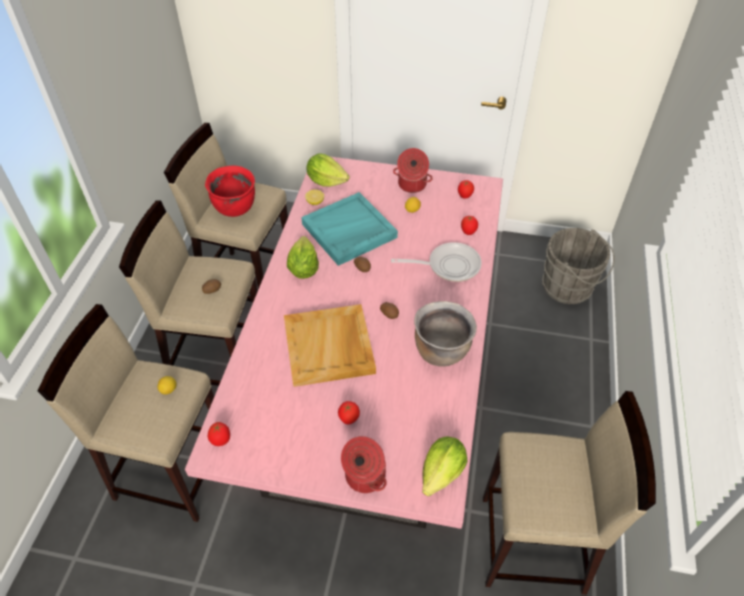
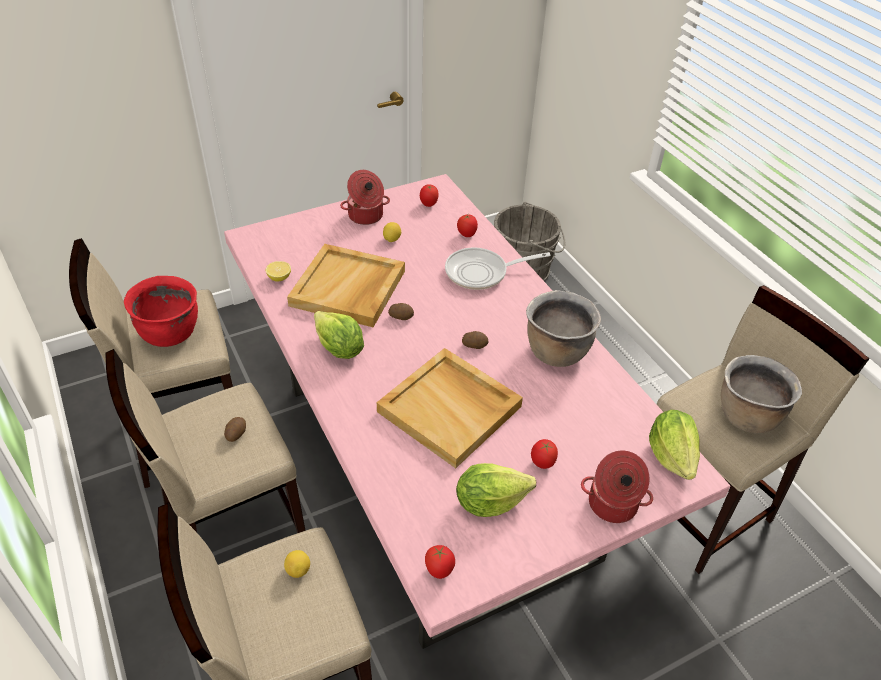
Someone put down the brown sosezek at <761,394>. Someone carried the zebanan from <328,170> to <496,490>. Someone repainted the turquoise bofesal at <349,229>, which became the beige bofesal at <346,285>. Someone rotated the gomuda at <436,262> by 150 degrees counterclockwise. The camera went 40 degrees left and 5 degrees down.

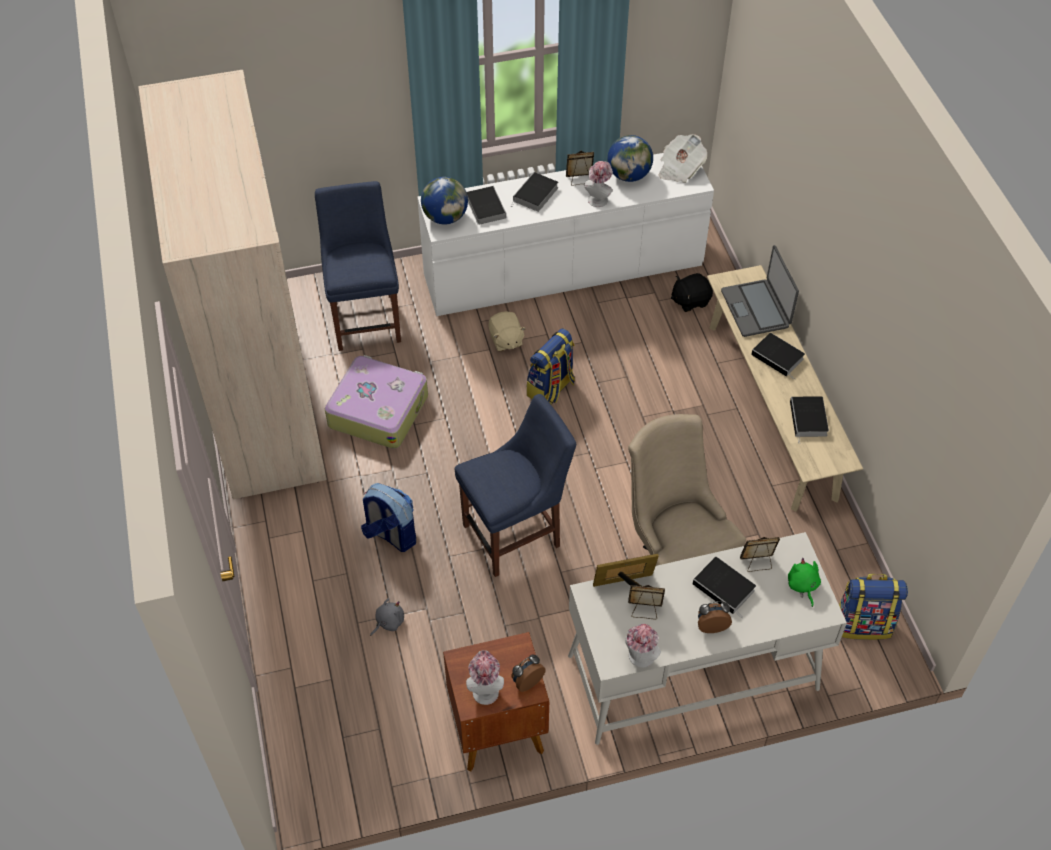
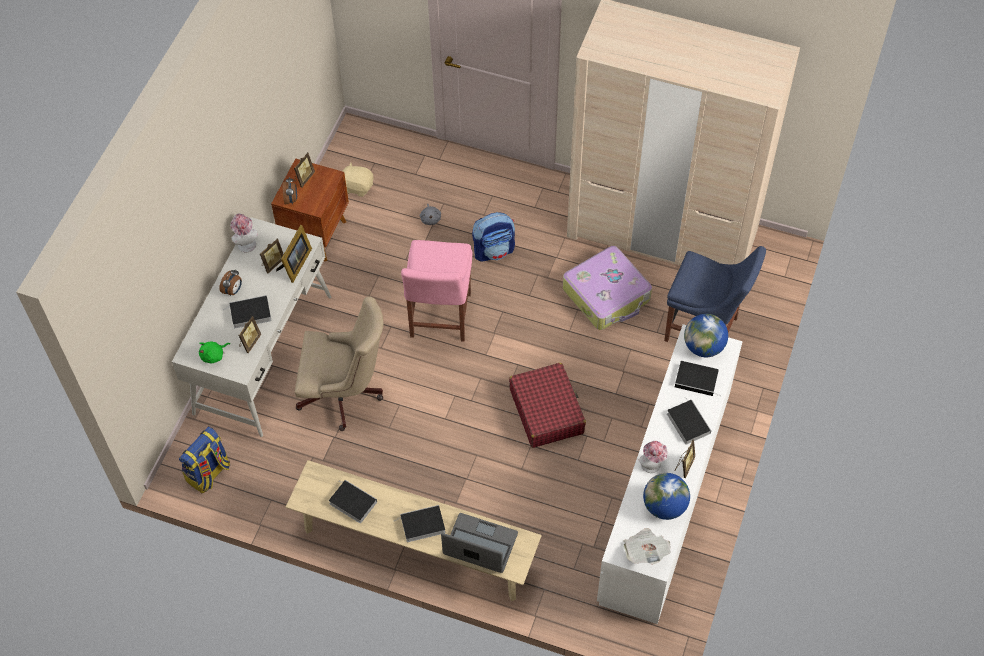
Someone took away the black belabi at <692,292>. Someone carried the beige belabi from <507,331> to <358,179>. Someone swapped the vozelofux at <485,677> for the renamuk at <304,169>. Someone swapped the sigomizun at <551,367> for the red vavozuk at <547,405>. Someone repainted the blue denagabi at <515,485>, which became the pink denagabi at <436,291>. Someone rotated the green belabi at <804,582> by 120 degrees clockwise. The camera went 125 degrees right and 5 degrees up.

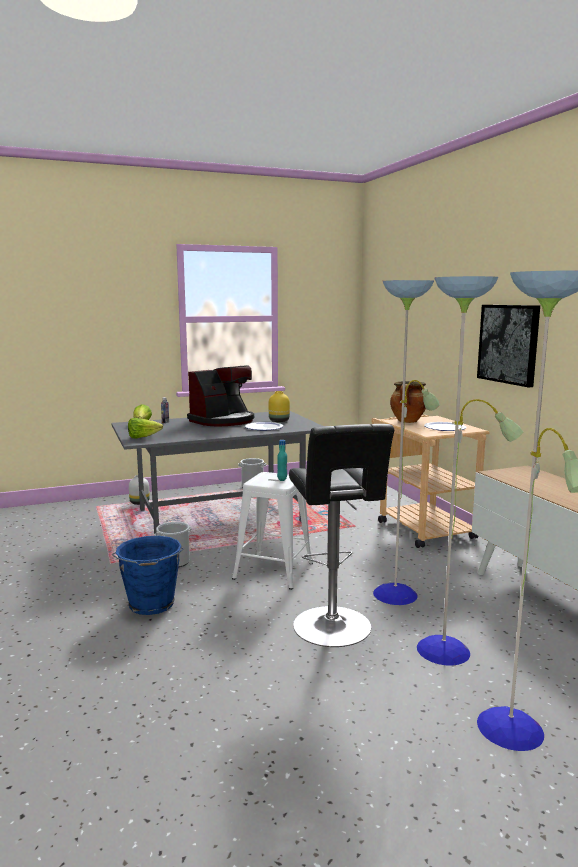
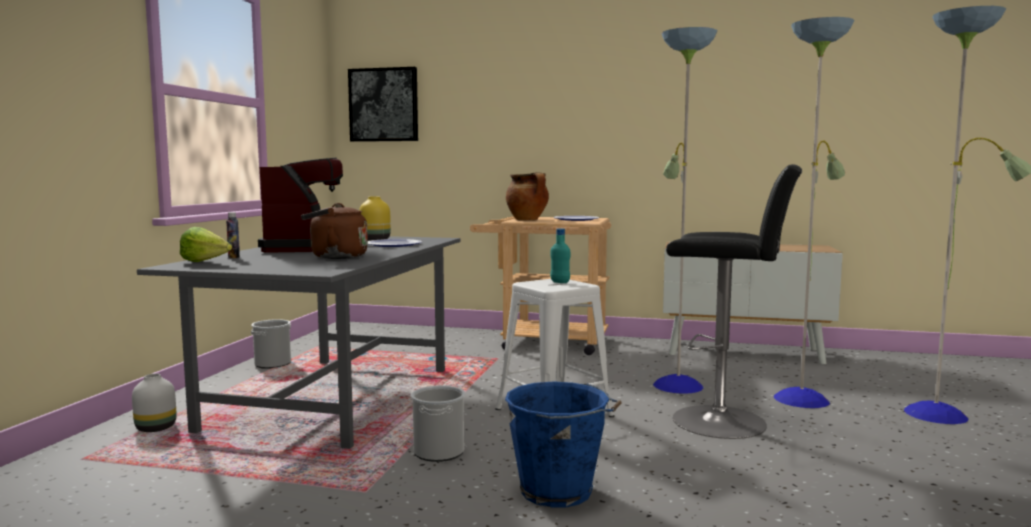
Someone took away the zebanan at <145,428>. Someone put down the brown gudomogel at <334,231>. Someone carried the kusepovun from <508,346> to <383,104>. The camera went 55 degrees left and 5 degrees down.

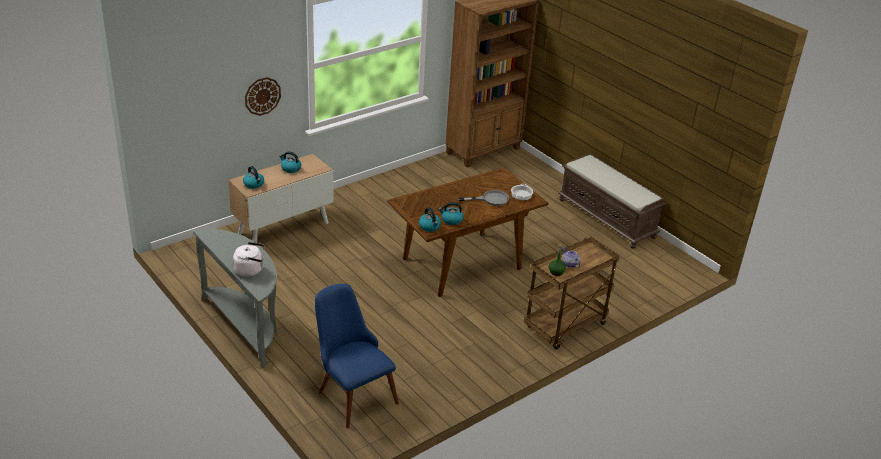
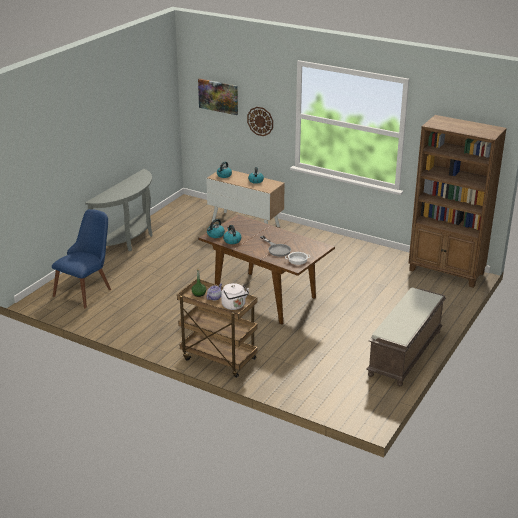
Someone put up the kusepovun at <218,96>. Someone carried the white gudomogel from <249,259> to <235,296>. The camera went 70 degrees right and 5 degrees down.

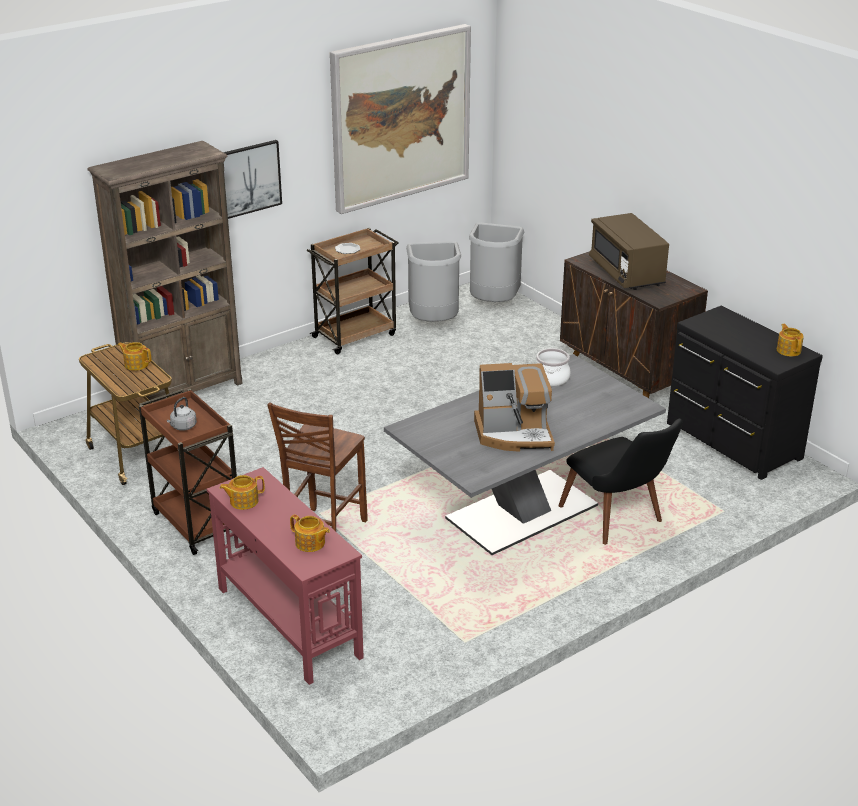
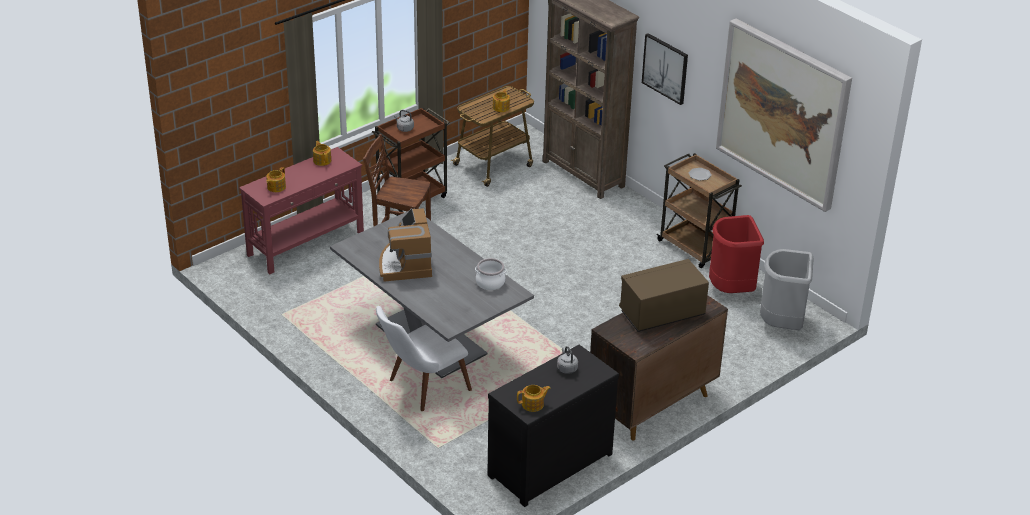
Someone put down the grey gudomogel at <567,360>. Someone repainted the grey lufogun at <433,281>, which became the red lufogun at <736,254>. Someone repainted the black denagabi at <620,482>, which became the white denagabi at <424,358>. The camera went 85 degrees right and 5 degrees up.

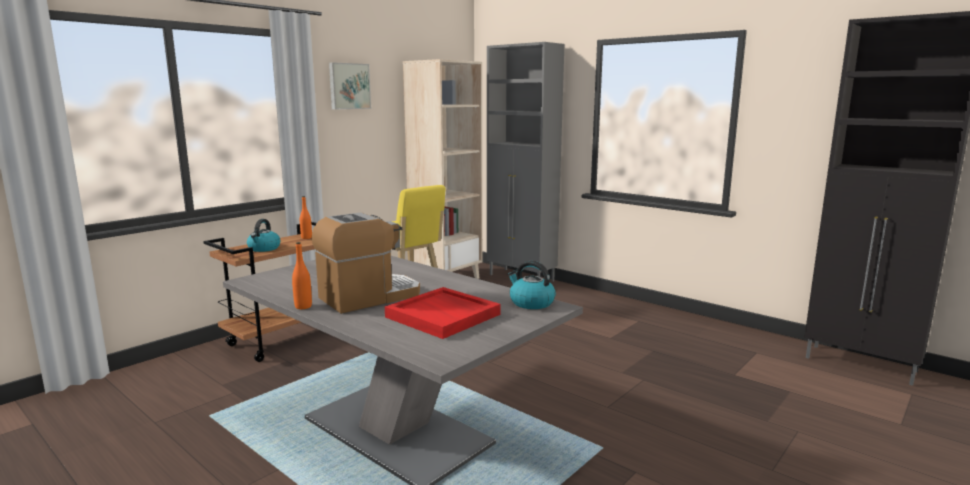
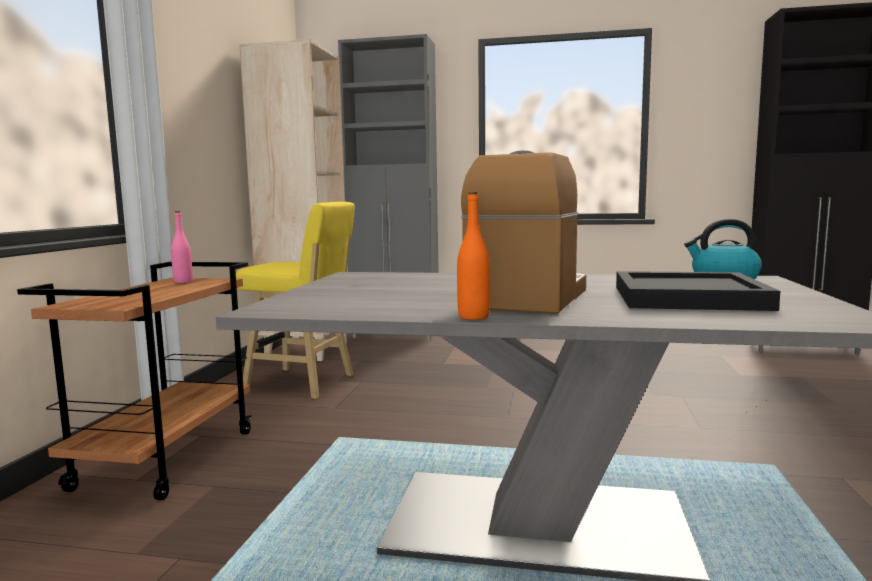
Someone took away the gudomogel at <264,235>. Someone took away the kusepovun at <350,85>. Someone repainted the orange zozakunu at <306,217>, which became the pink zozakunu at <182,247>. Someone repainted the red bofesal at <442,313>, which became the black bofesal at <698,291>. The camera went 30 degrees left and 5 degrees down.

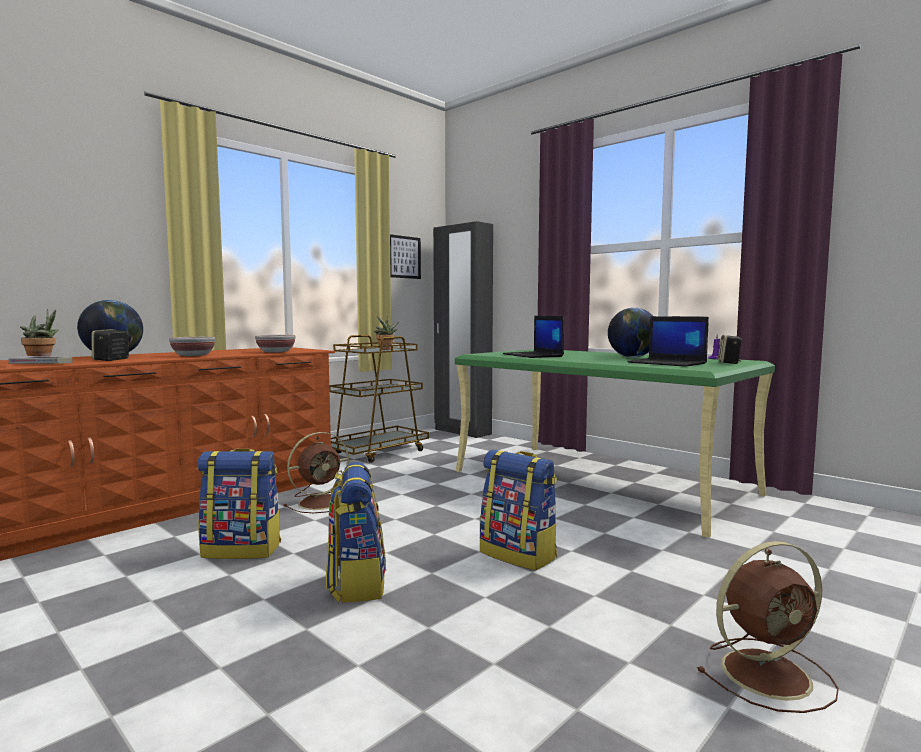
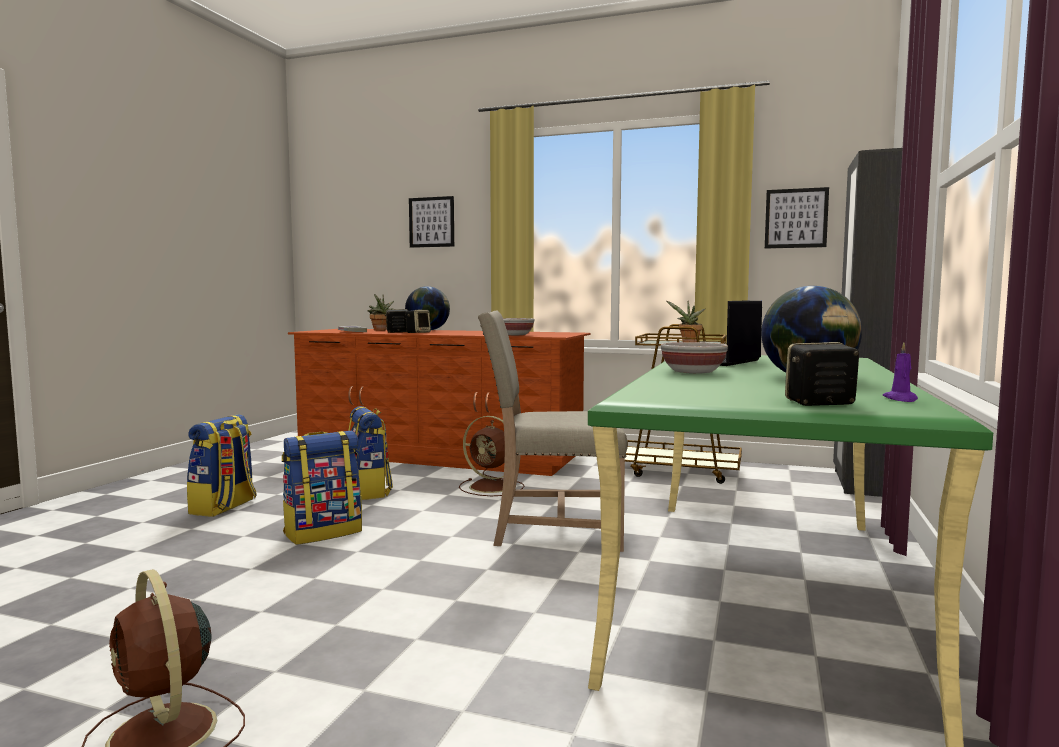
Someone took away the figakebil at <668,341>. Someone put down the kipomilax at <418,321>. Someone put up the kusepovun at <431,222>. Someone put down the beige denagabi at <553,431>. Someone carried the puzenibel from <192,346> to <694,358>. Someone carried the sigomizun from <518,510> to <222,465>. The camera went 65 degrees right and 0 degrees up.

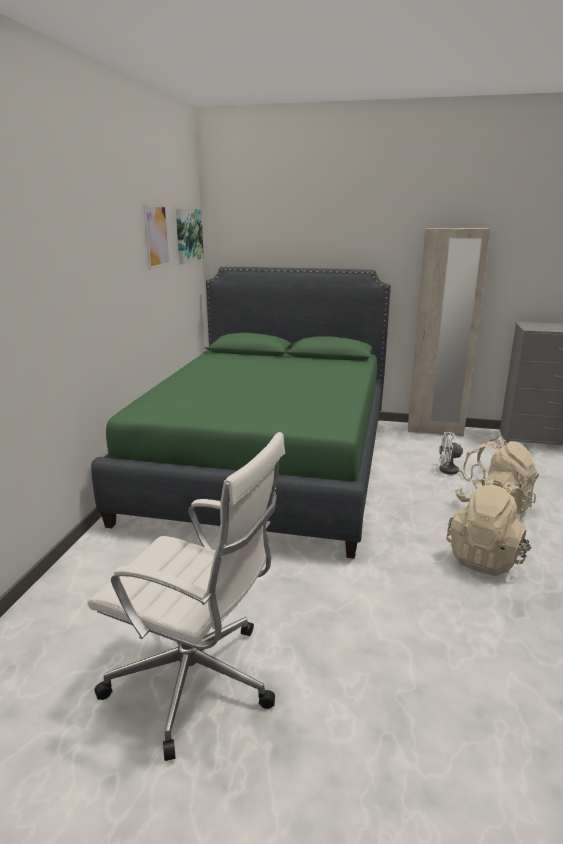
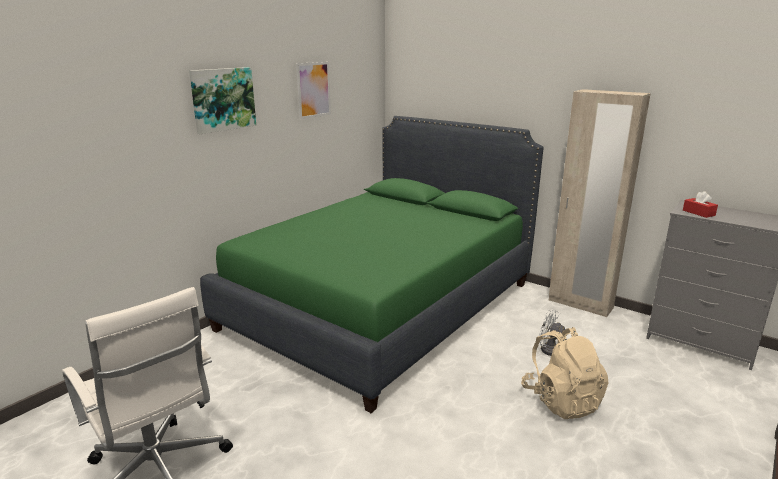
Someone took away the beige sigomizun at <489,526>. Someone put down the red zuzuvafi at <700,204>. Someone carried the kusepovun from <190,236> to <222,100>. The camera went 25 degrees right and 0 degrees up.

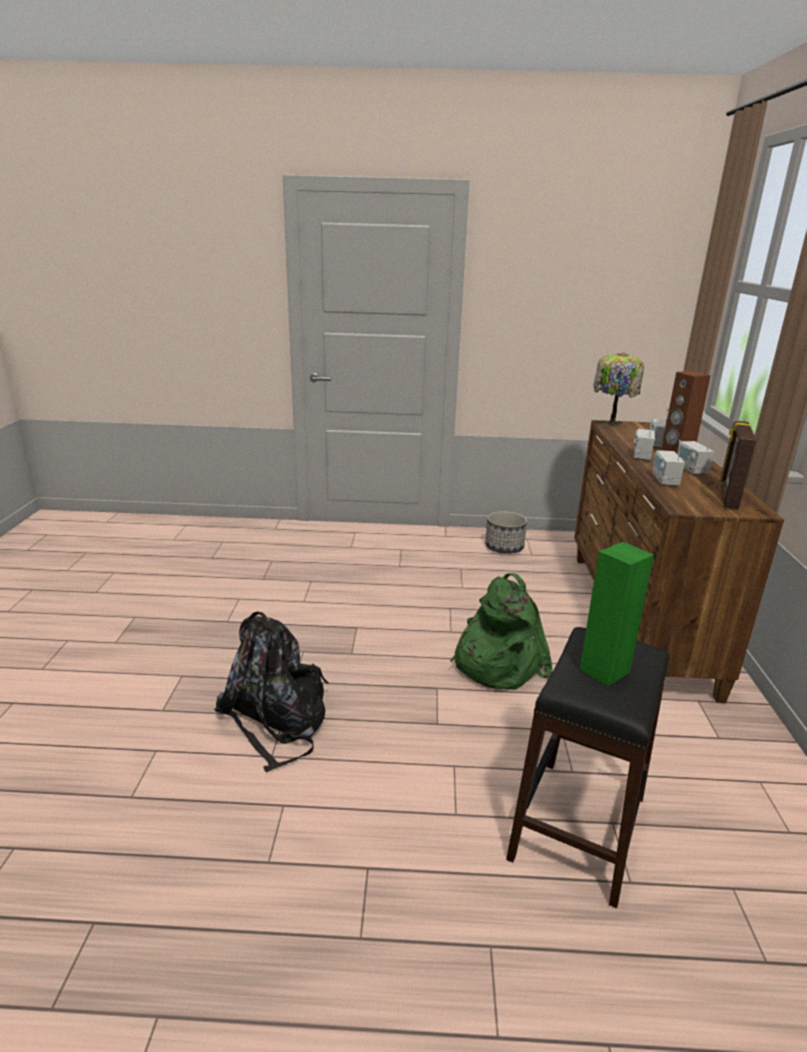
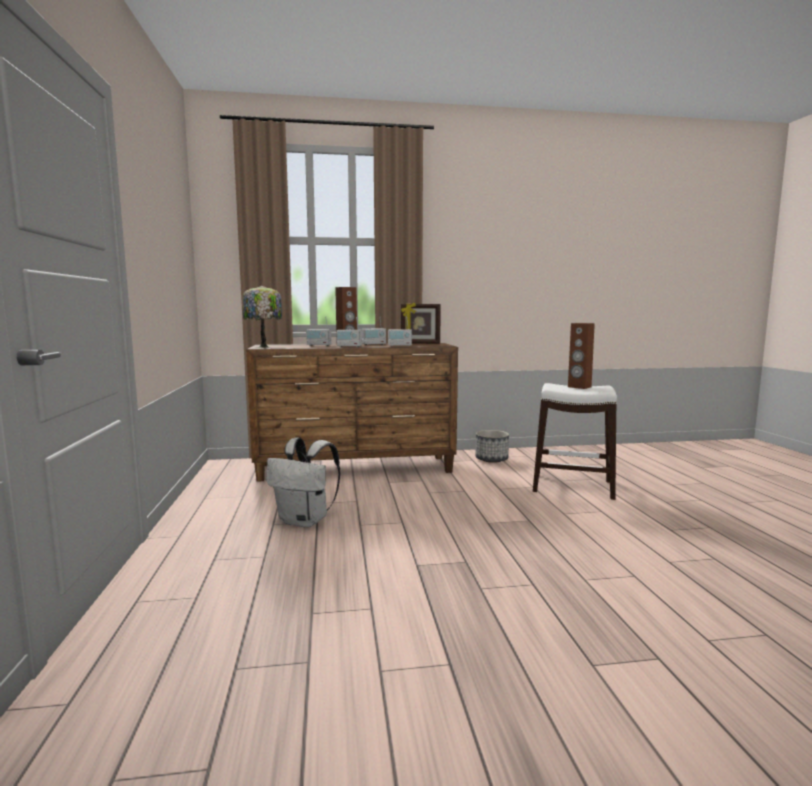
Someone took away the black sigomizun at <271,692>. Someone took away the green sigomizun at <501,631>. Someone put down the white sigomizun at <303,483>. Someone carried the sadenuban from <506,532> to <492,446>. Someone repainted the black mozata at <588,767>, which became the white mozata at <575,441>. Someone repainted the green kipomilax at <617,614>, which became the brown kipomilax at <581,356>. The camera went 100 degrees left and 15 degrees down.

